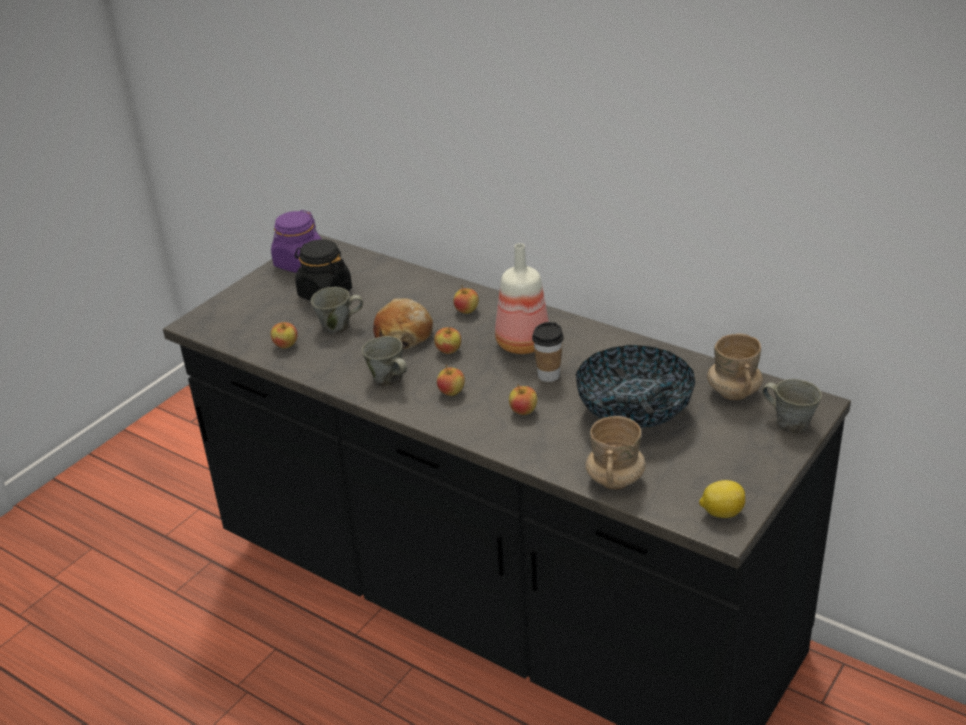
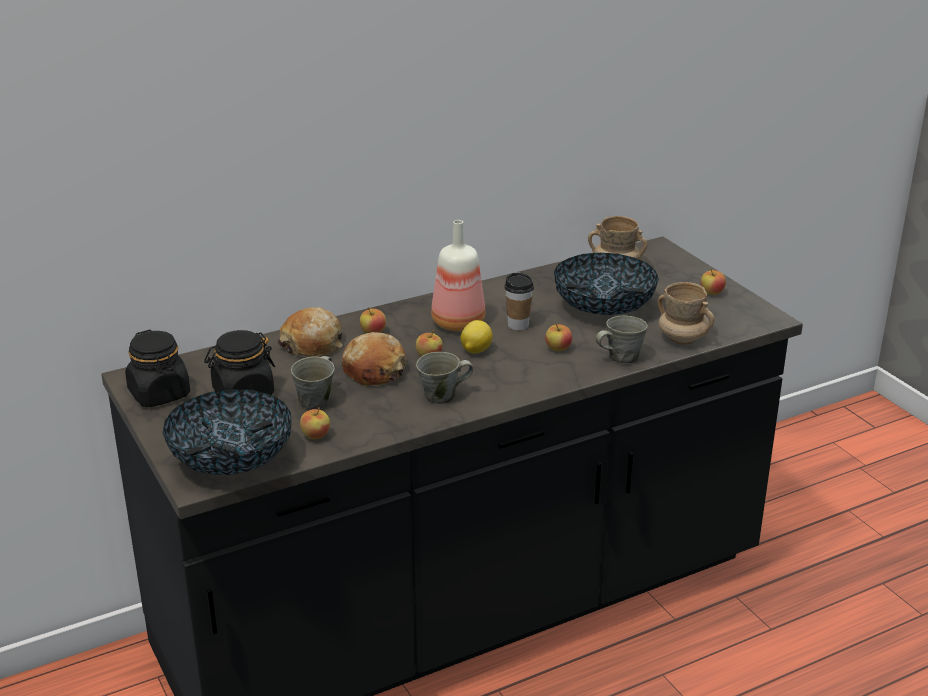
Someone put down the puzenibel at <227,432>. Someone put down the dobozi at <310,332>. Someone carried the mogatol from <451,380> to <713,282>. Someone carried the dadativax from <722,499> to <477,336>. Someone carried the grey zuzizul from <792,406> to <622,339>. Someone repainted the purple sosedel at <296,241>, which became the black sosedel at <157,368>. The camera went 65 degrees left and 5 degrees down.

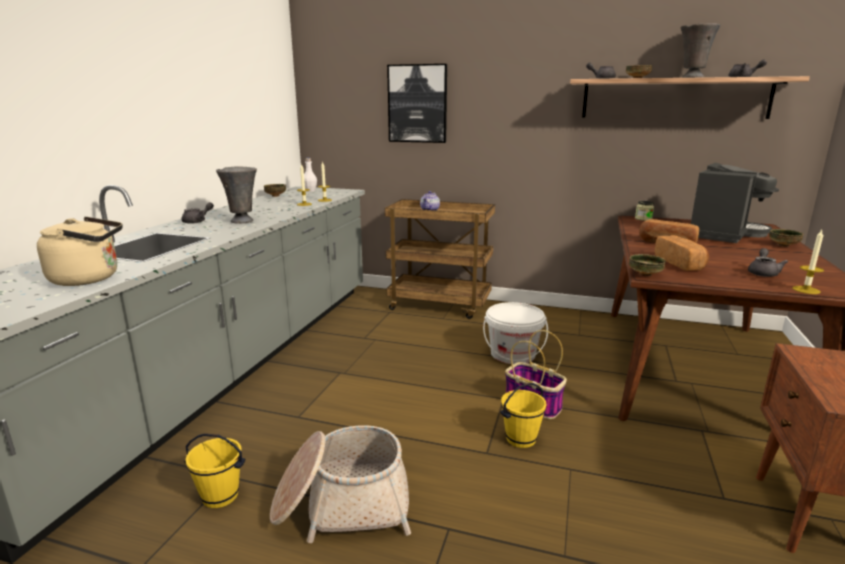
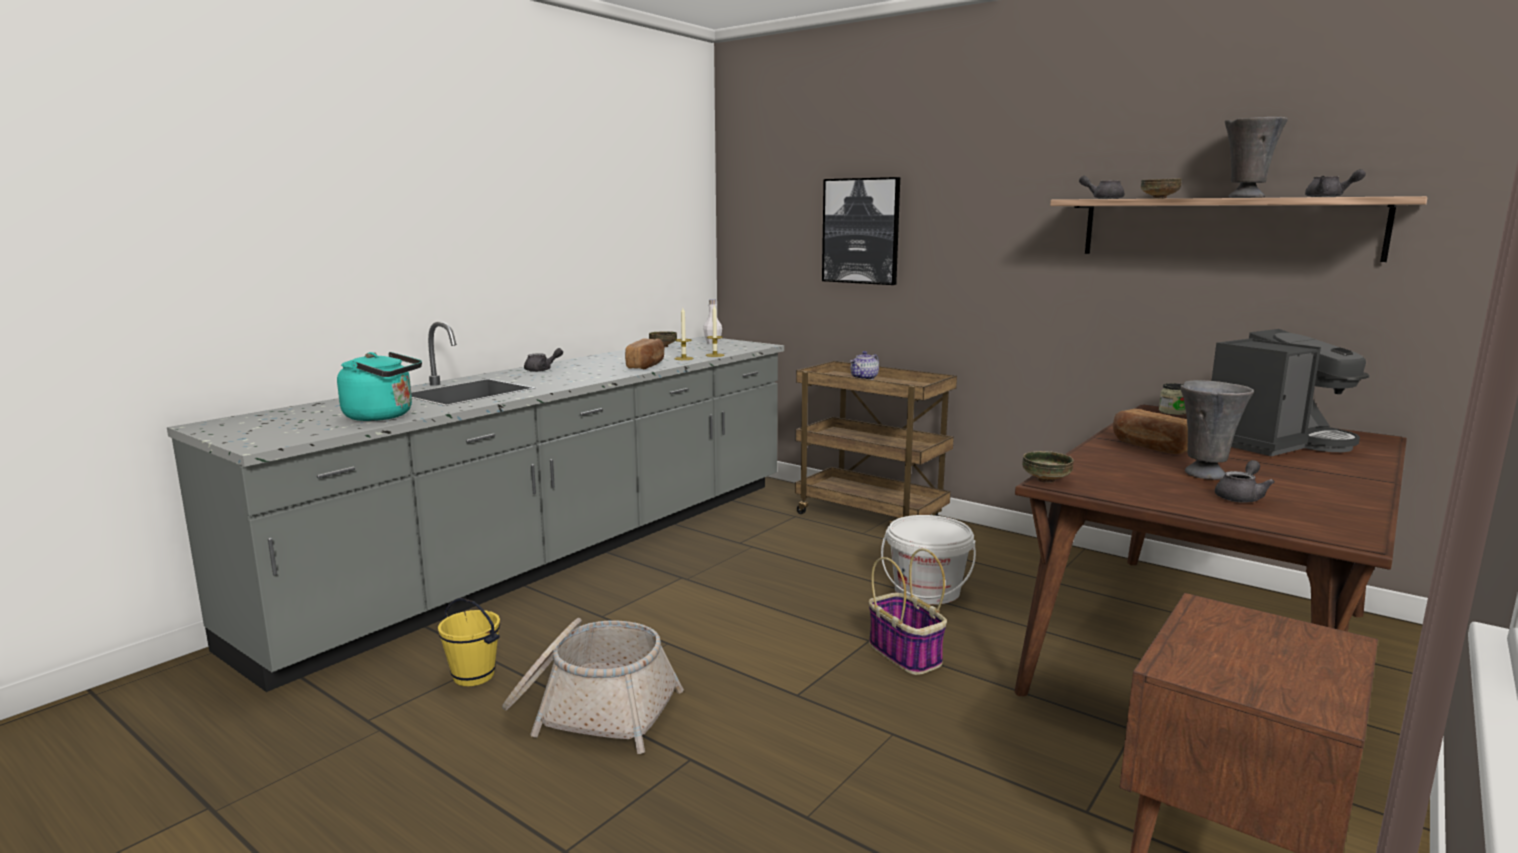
Someone took away the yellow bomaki at <523,415>. Someone took away the puzenibel at <786,238>. Someone took away the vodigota at <808,262>. Someone carried the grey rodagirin from <236,195> to <1217,430>. Someone carried the dobozi from <682,253> to <645,354>. Someone repainted the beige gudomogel at <80,251>, which became the turquoise gudomogel at <379,386>. The camera went 20 degrees right and 5 degrees down.

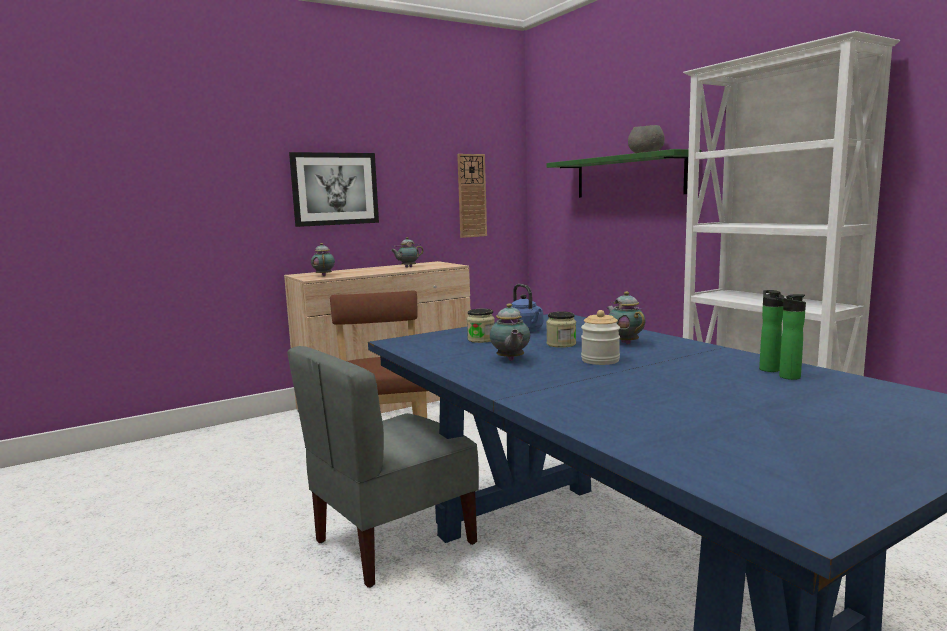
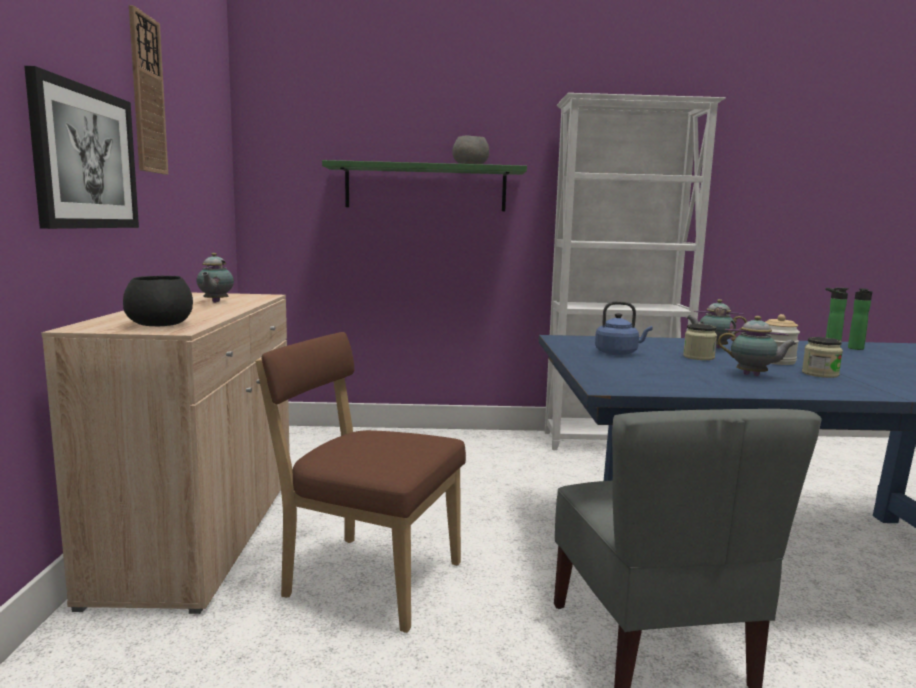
Someone carried the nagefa from <472,196> to <148,90>. Someone carried the sosedel from <481,326> to <822,357>. Someone swapped the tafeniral at <323,259> for the black puzenibel at <158,301>. The camera went 60 degrees left and 0 degrees up.

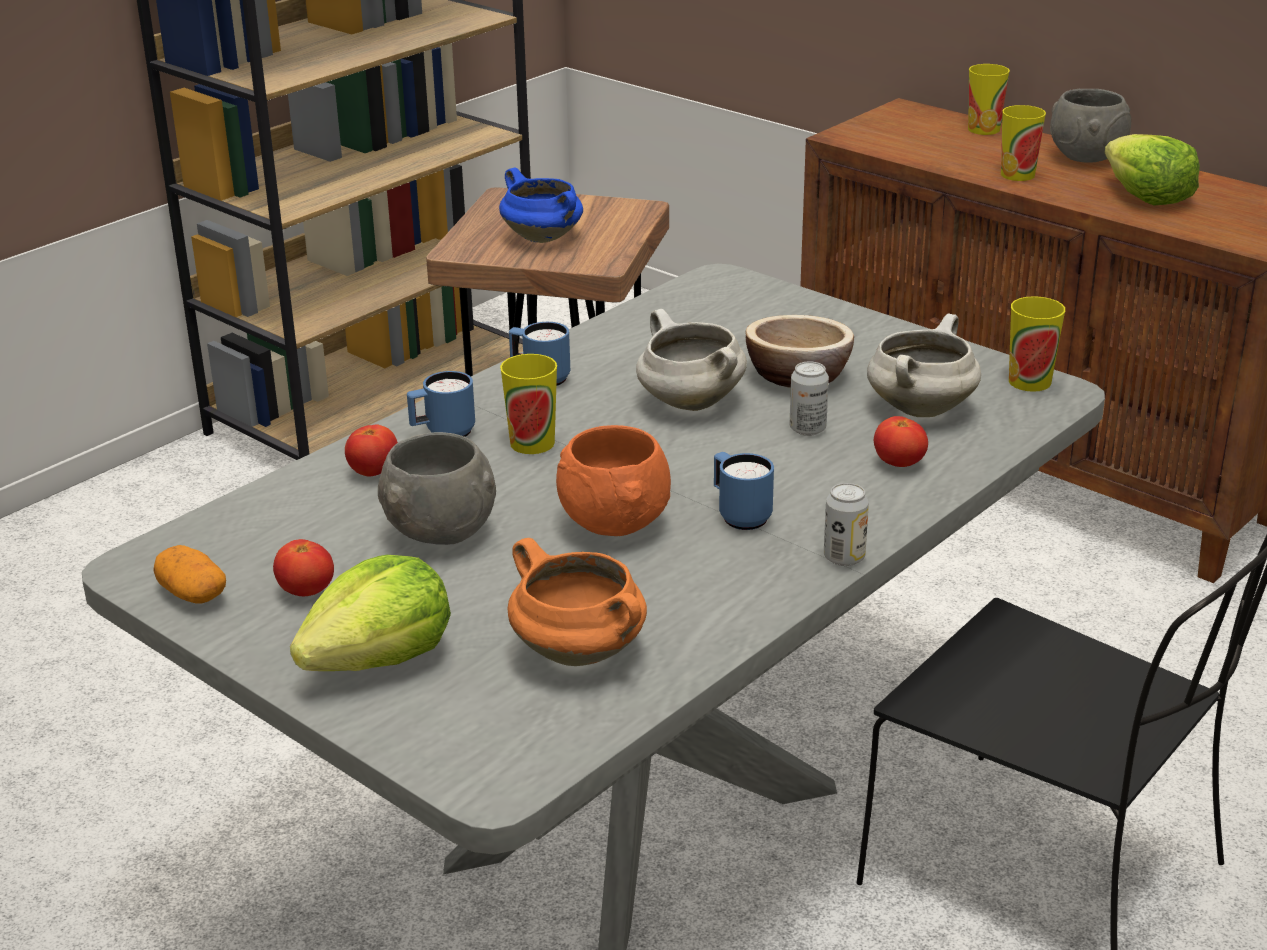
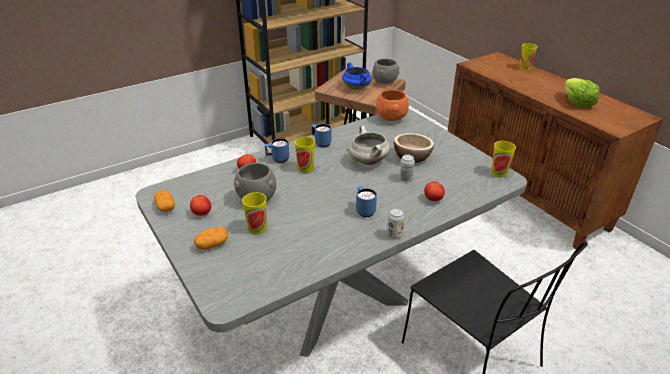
Someone took away the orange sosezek at <577,602>. Someone took away the white sosezek at <924,365>. Someone carried the orange puzenibel from <613,480> to <392,105>. Someone carried the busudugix from <1023,143> to <254,213>. Someone carried the grey puzenibel from <1090,126> to <385,71>. Someone swapped the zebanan at <370,613> for the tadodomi at <211,238>. The camera went 15 degrees right and 5 degrees up.

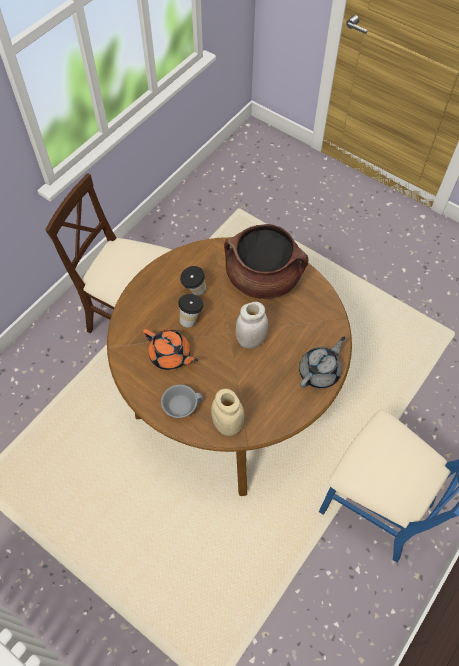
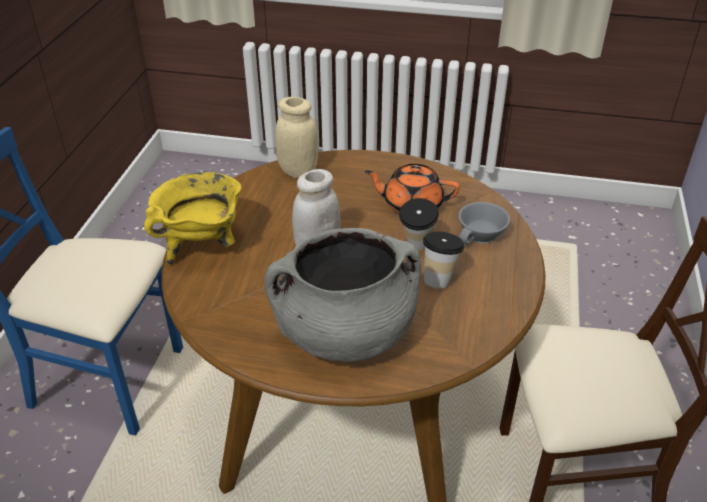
Someone carried the grey busudugix from <182,401> to <484,223>. Someone swapped the grey tafeniral at <322,362> for the yellow sosezek at <192,218>. Someone repainted the brown sosezek at <266,261>, which became the grey sosezek at <342,295>. The camera went 155 degrees right and 20 degrees down.

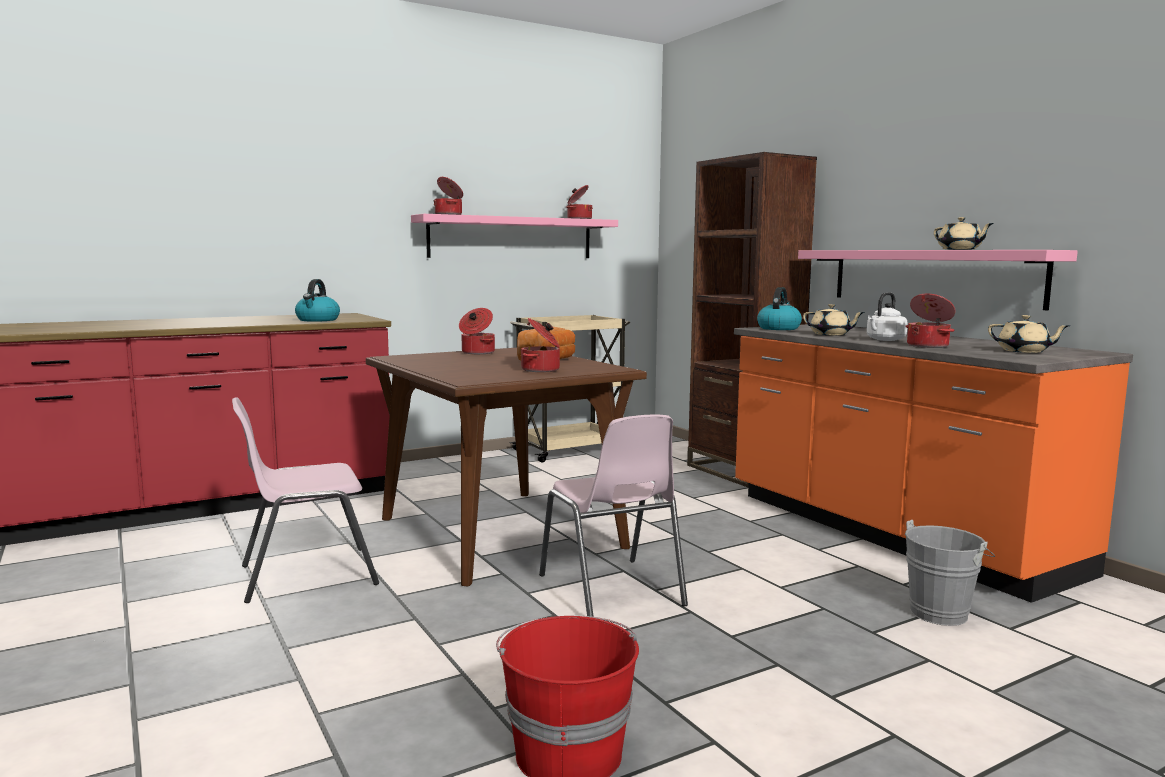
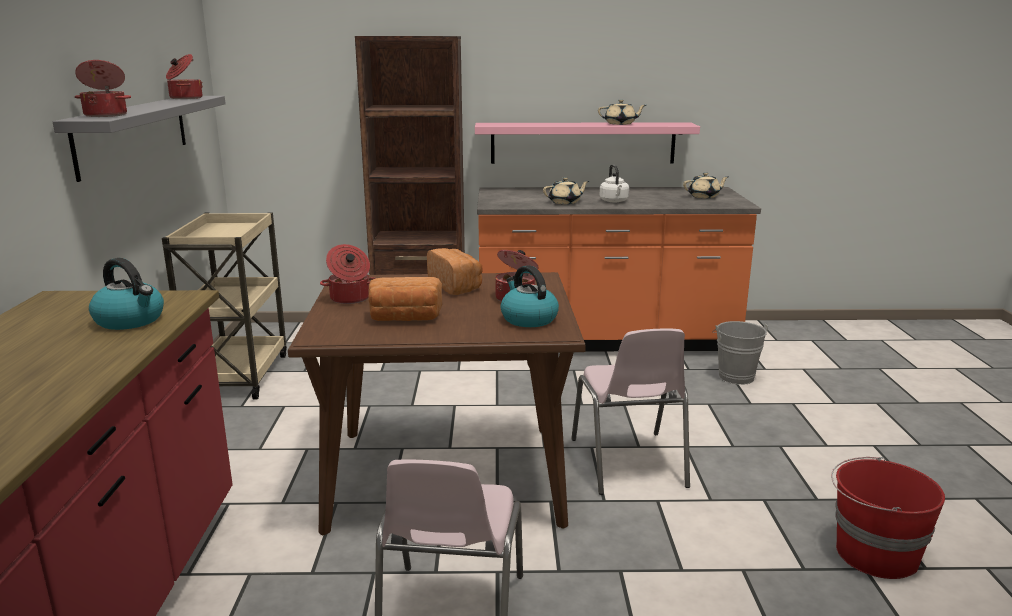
Someone took away the sosezek at <930,321>. Someone put down the dobozi at <405,299>. Someone carried the gudomogel from <779,308> to <530,296>. Someone repainted the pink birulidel at <514,236>, which became the grey birulidel at <139,139>. Someone rotated the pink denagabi at <613,515> by 75 degrees clockwise. The camera went 60 degrees left and 10 degrees up.

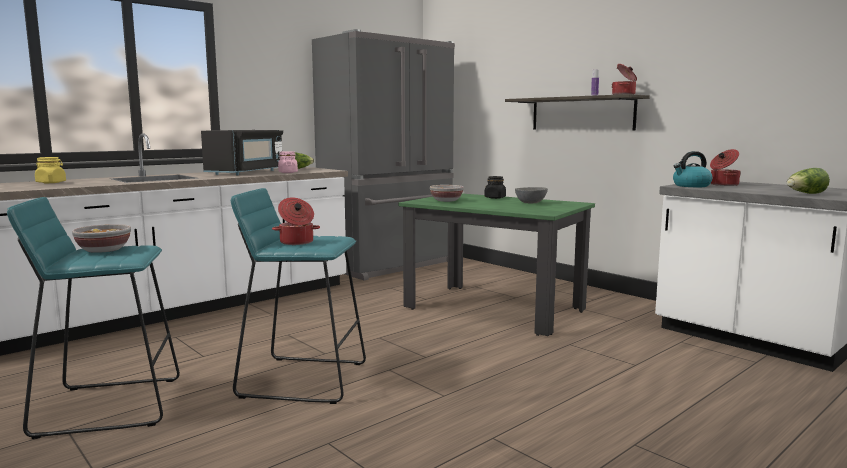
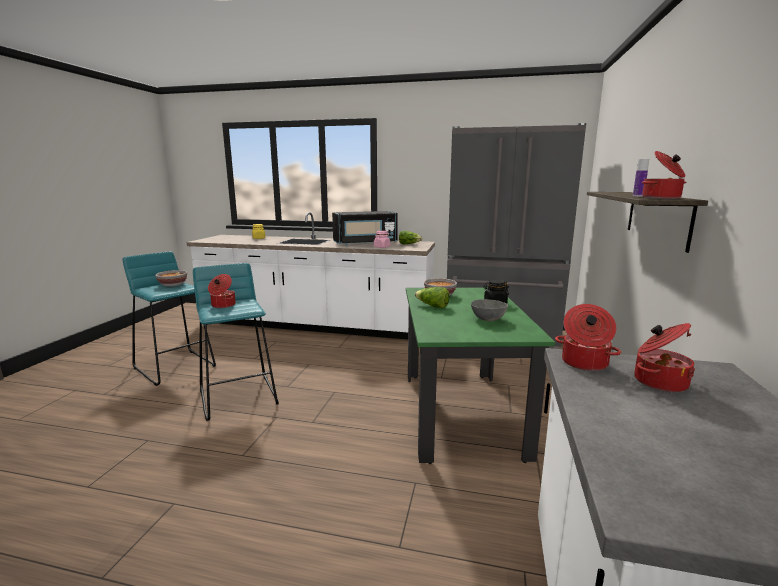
Someone carried the zebanan from <808,181> to <432,297>. Someone swapped the gudomogel at <693,169> for the sosezek at <588,337>. The camera went 55 degrees right and 5 degrees up.

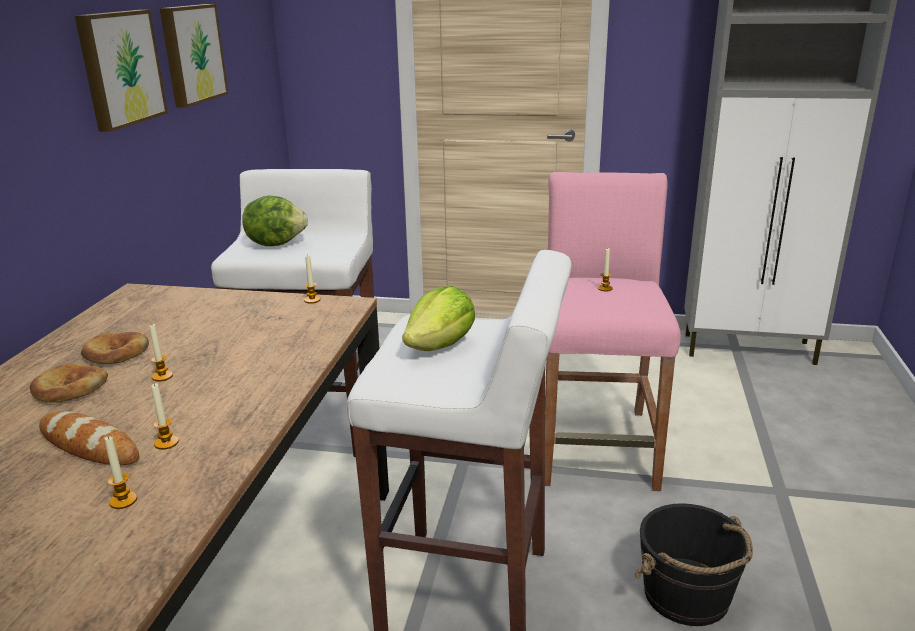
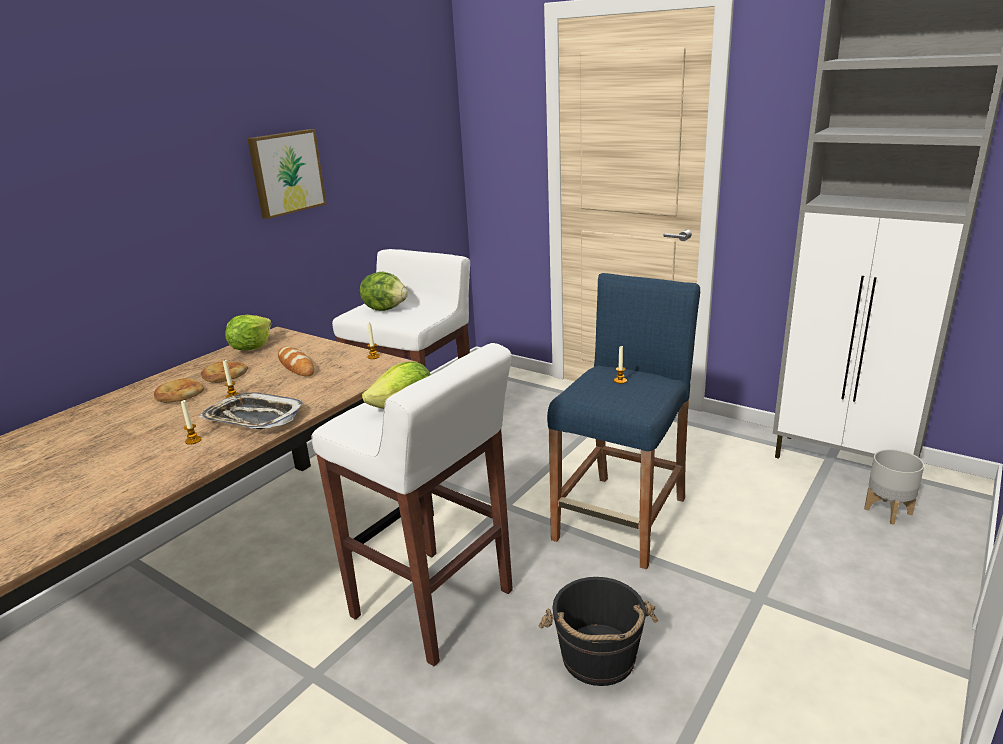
Someone took away the vodigota at <120,472>. Someone took away the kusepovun at <194,55>. Someone put down the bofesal at <252,410>. Someone put down the zebanan at <248,333>. Someone put down the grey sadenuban at <894,487>. Someone carried the dobozi from <89,438> to <296,361>. Someone repainted the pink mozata at <613,331>, which became the blue mozata at <623,421>. The camera went 25 degrees right and 0 degrees up.

